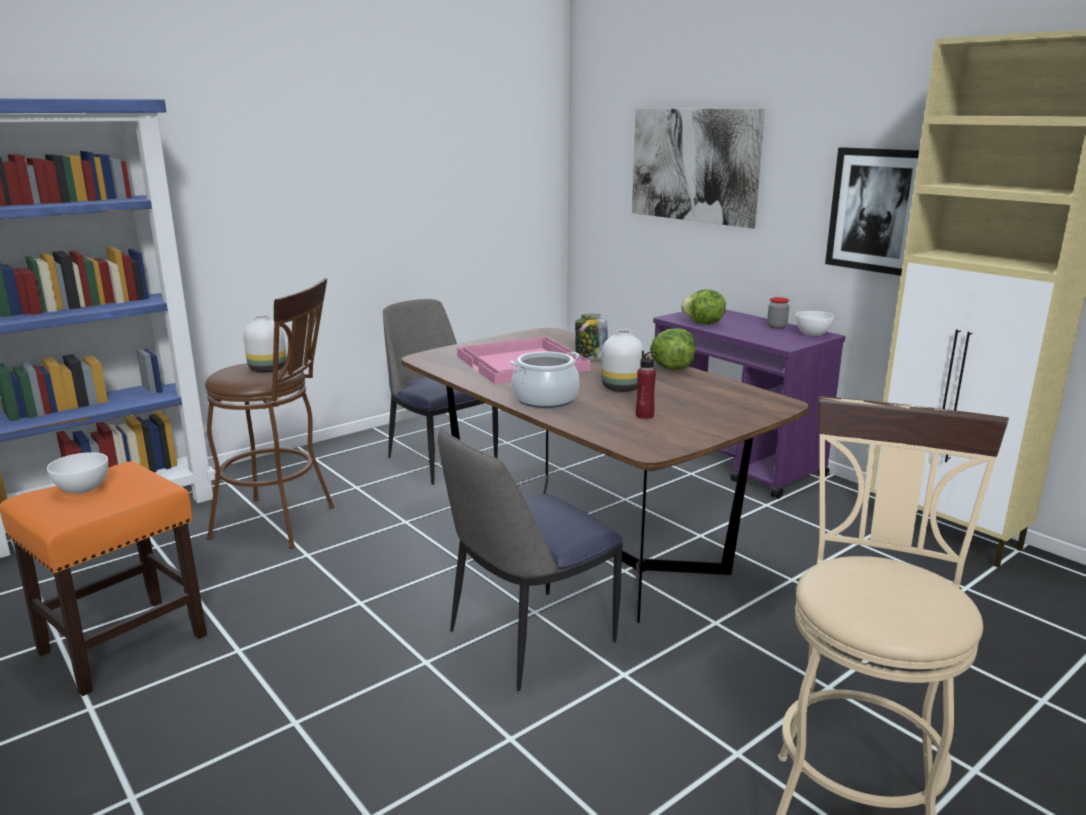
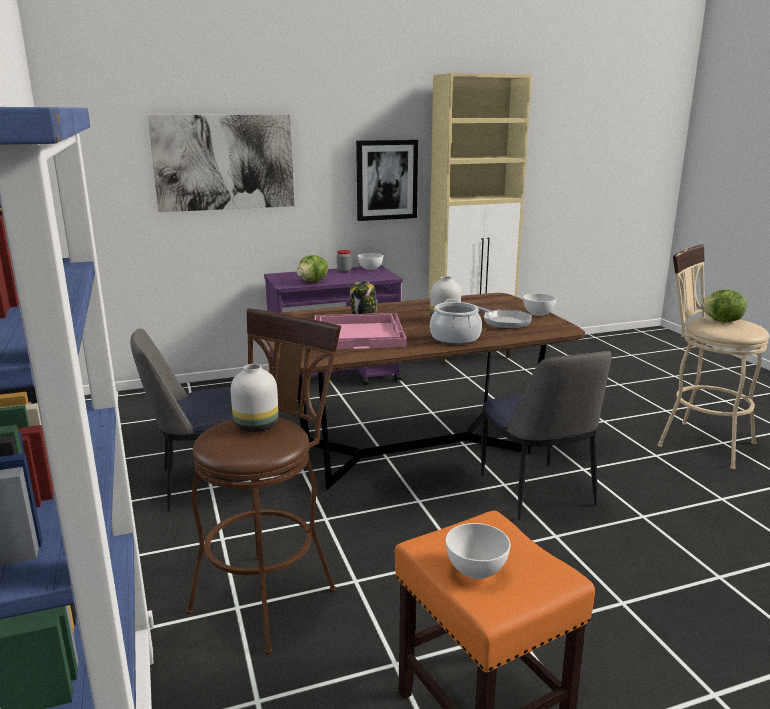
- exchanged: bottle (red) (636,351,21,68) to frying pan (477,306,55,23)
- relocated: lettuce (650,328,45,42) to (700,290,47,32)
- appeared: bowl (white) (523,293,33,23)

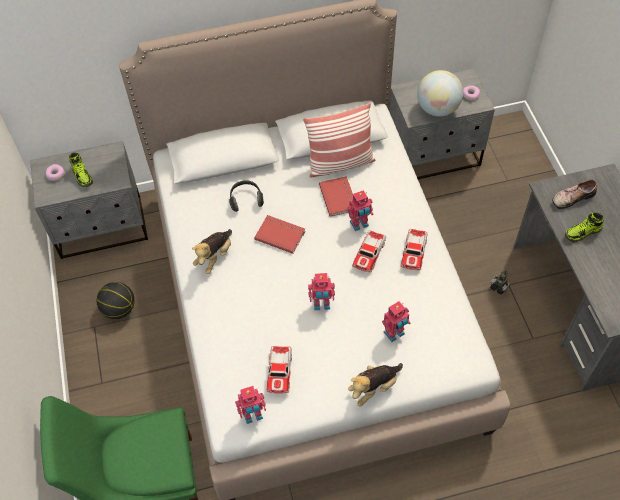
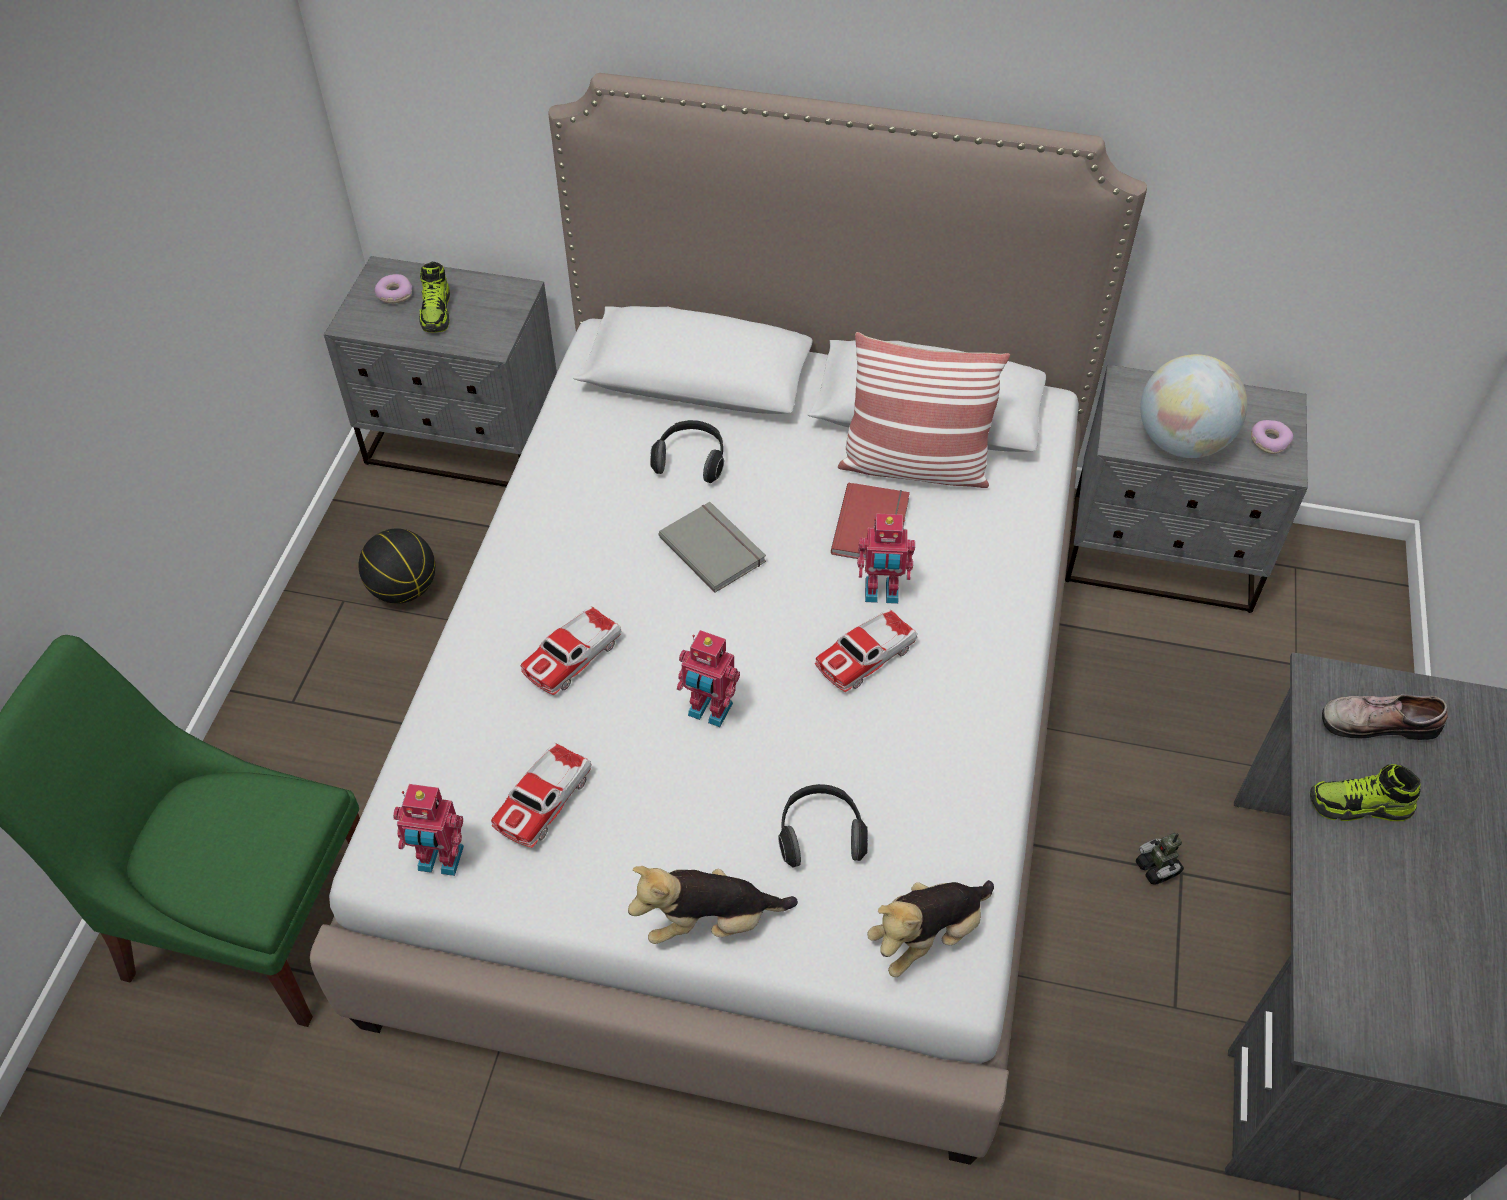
- relocated: plush toy (192,229,40,45) to (867,880,127,97)
- colour: book (red) (254,215,51,39) to book (grey) (658,502,108,91)
- exchanged: toy robot (382,301,28,41) to headphones (778,784,90,83)
- relocated: toy car (401,229,27,41) to (520,606,102,89)

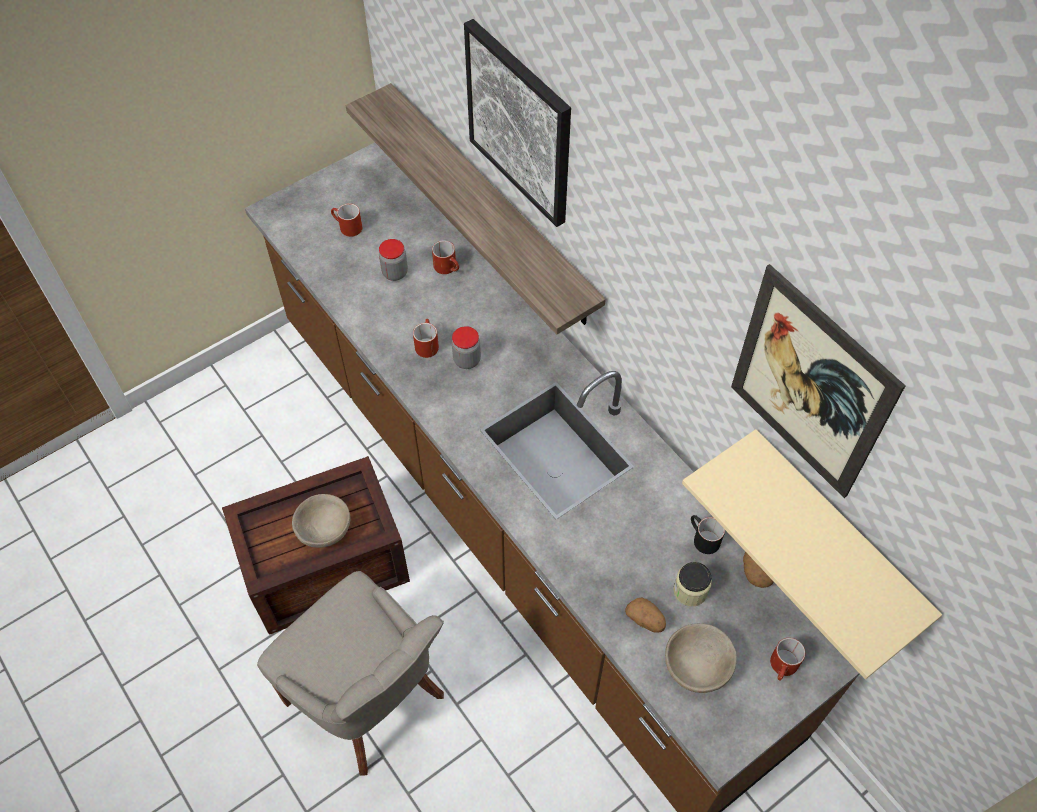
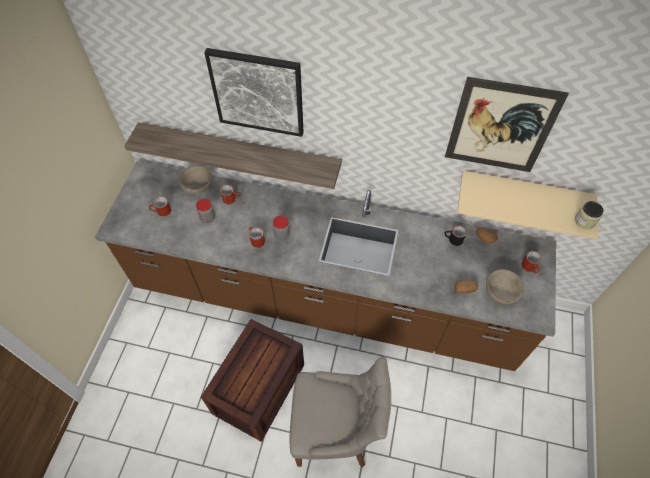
- relocated: bowl (beige) (292,494,58,54) to (179,165,33,29)
- relocated: jar (673,562,39,44) to (575,201,28,29)

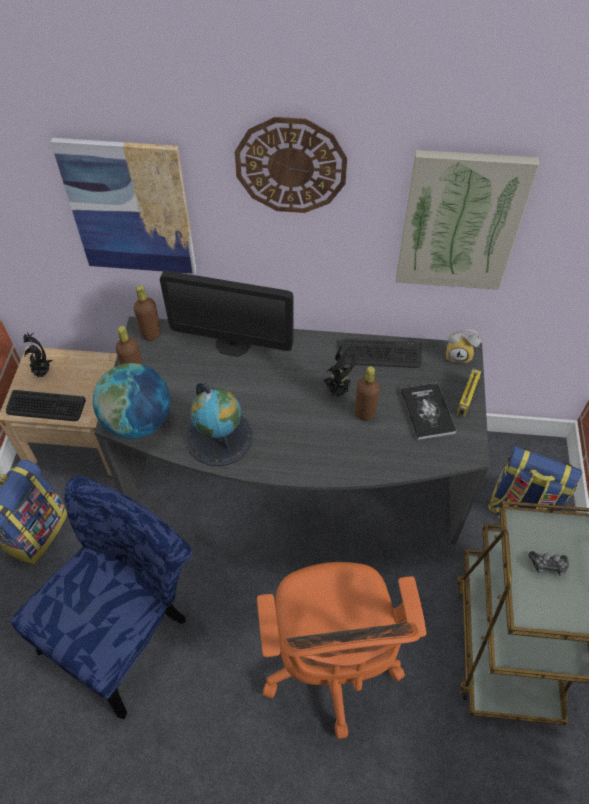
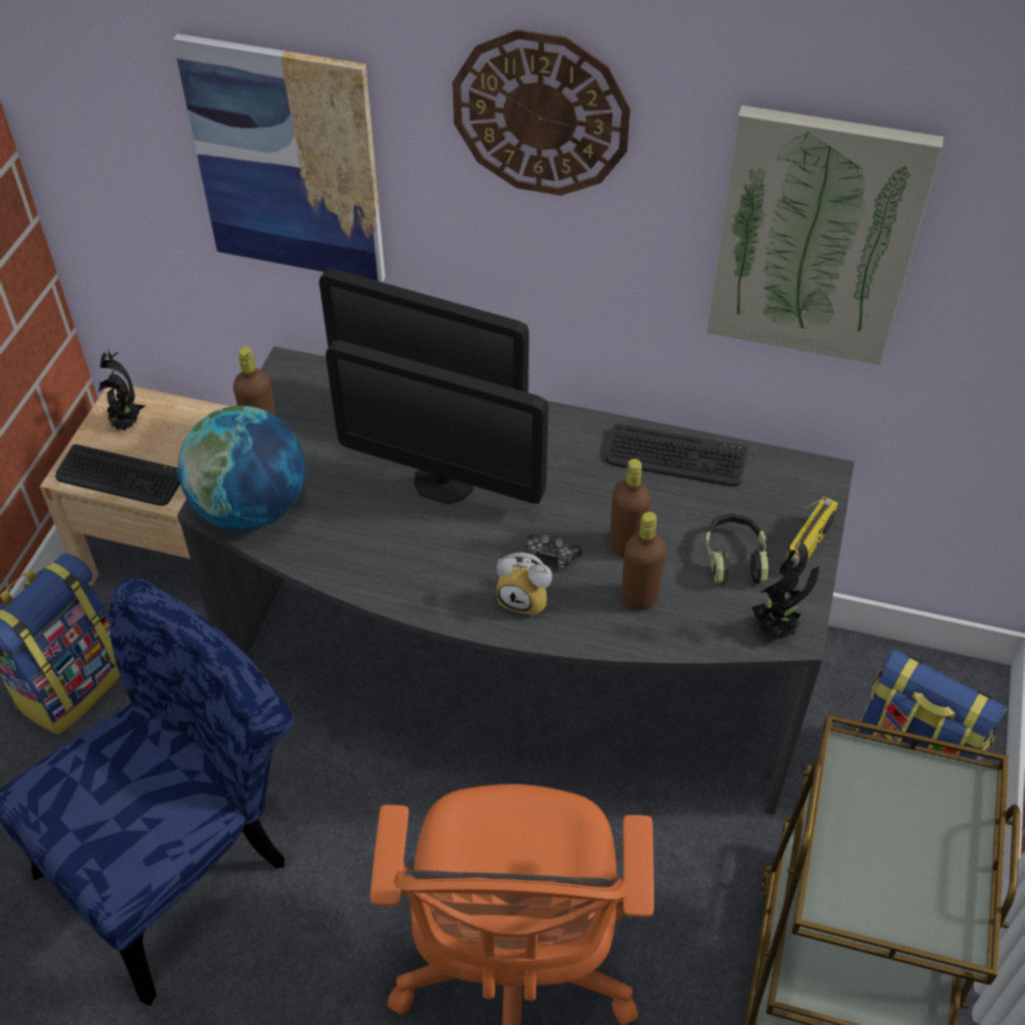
- relocated: bottle (brown) (134,285,27,56) to (621,512,45,98)
- missing: globe (186,381,67,85)
- relocated: potted plant (324,340,32,57) to (751,540,68,101)
- exchanged: book (401,383,56,57) to headphones (705,514,63,71)
- relocated: alarm clock (446,329,35,35) to (497,552,55,64)
- relocated: game controller (528,551,41,25) to (526,534,56,36)
- appeared: monitor (326,340,223,164)

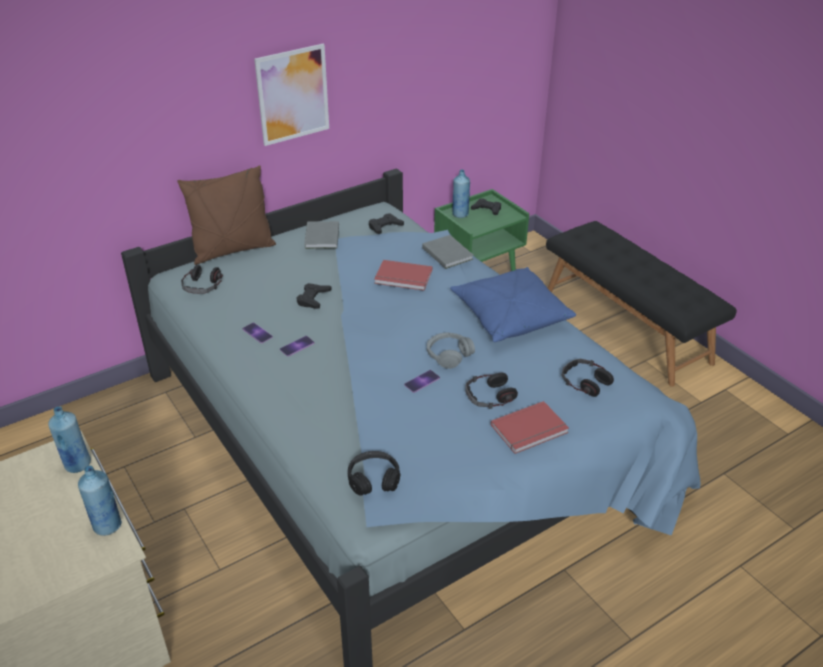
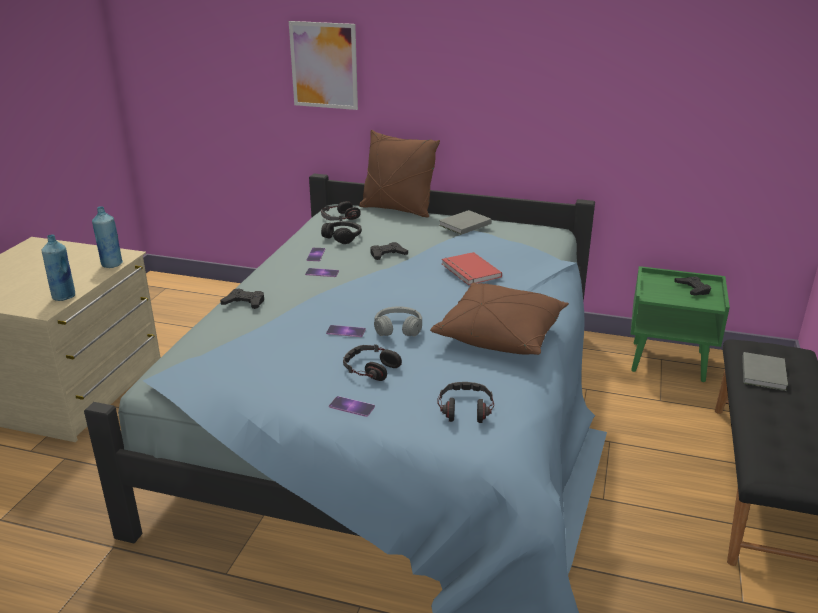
- relocated: picture (254,44,75,102) to (289,21,69,89)
- relocated: headphones (black) (348,451,52,45) to (321,221,41,23)
- relocated: game controller (black) (369,213,35,21) to (220,289,44,20)
- relocated: book (grey) (422,235,51,34) to (742,352,46,39)
- colour: pillow (blue) (450,267,126,75) to pillow (brown) (430,282,139,73)
- missing: bottle (blue) (452,169,18,49)
- exchanged: book (red) (491,401,78,53) to phone (329,396,46,21)

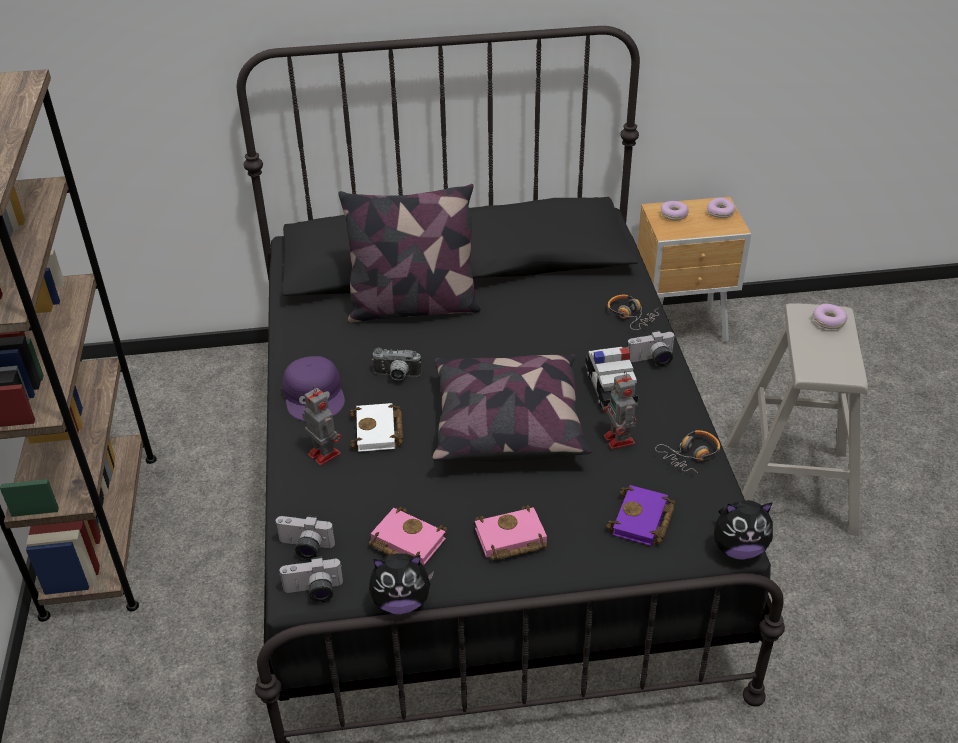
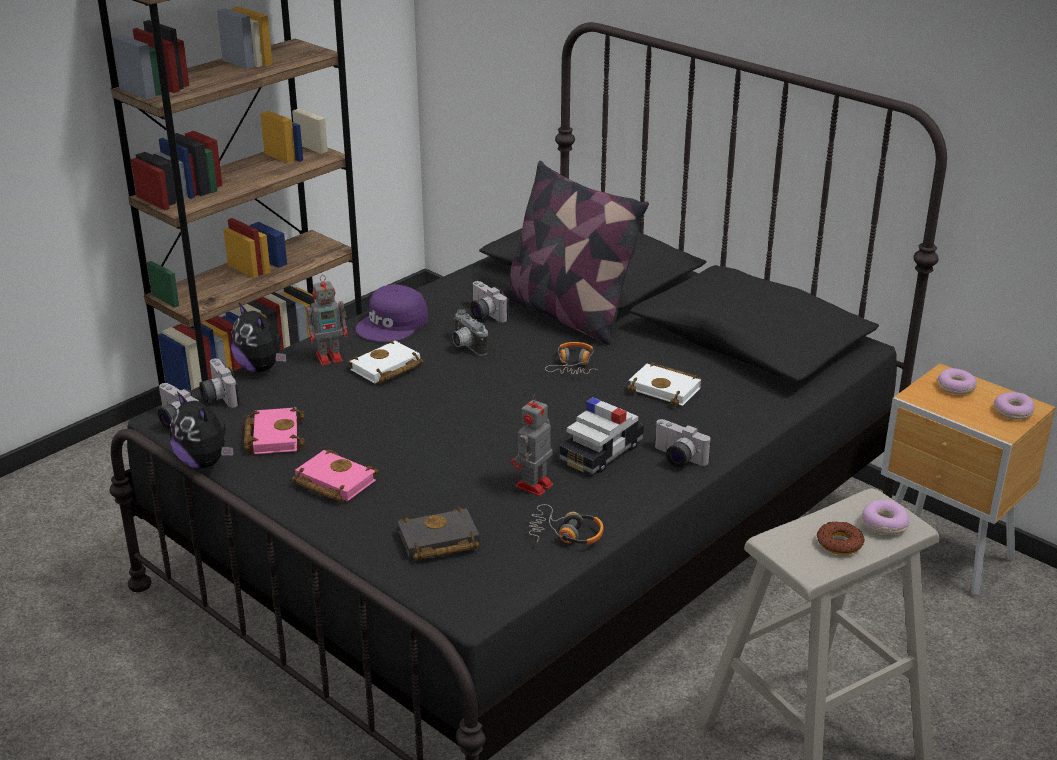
- spun: toy robot (302,386,39,80) = (306,275,42,91) 60 degrees clockwise
- missing: pillow (432,354,160,108)
- colour: book (purple) (606,485,69,61) to book (black) (398,507,82,54)
- relocated: headphones (607,295,52,35) to (545,342,54,32)
- relocated: plush toy (714,500,59,60) to (231,303,55,70)
- appeared: photo camera (471,281,37,42)
- appeared: book (white) (627,362,74,44)
- appeared: donut (817,522,48,33)

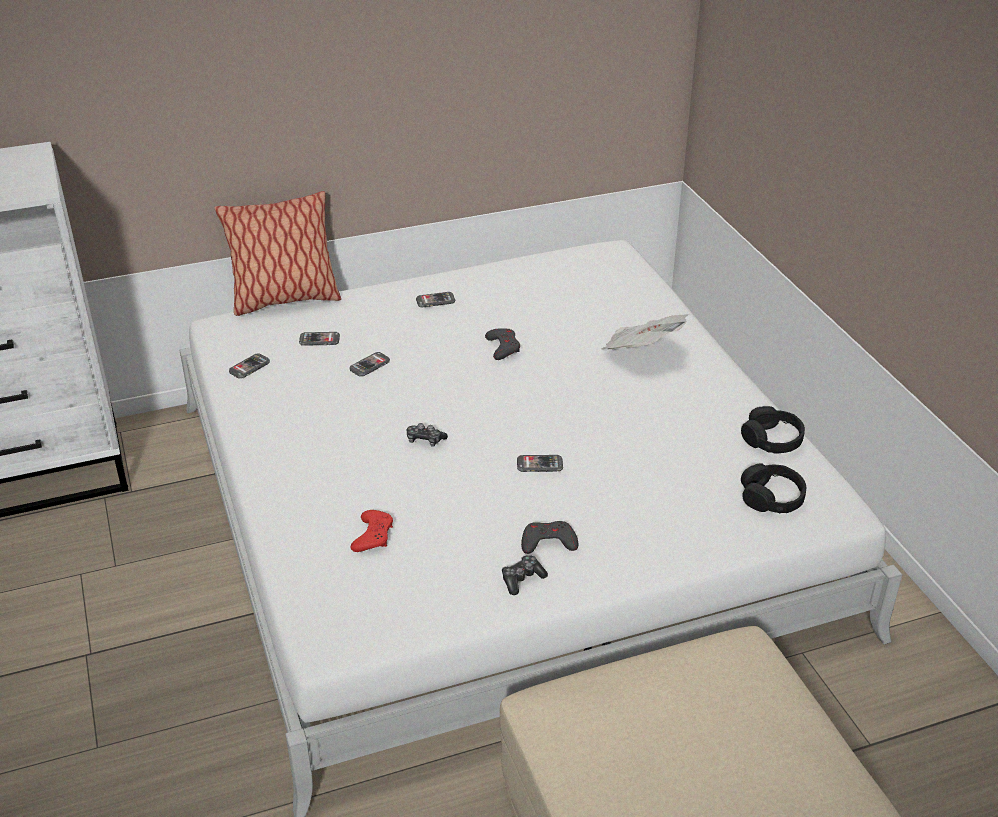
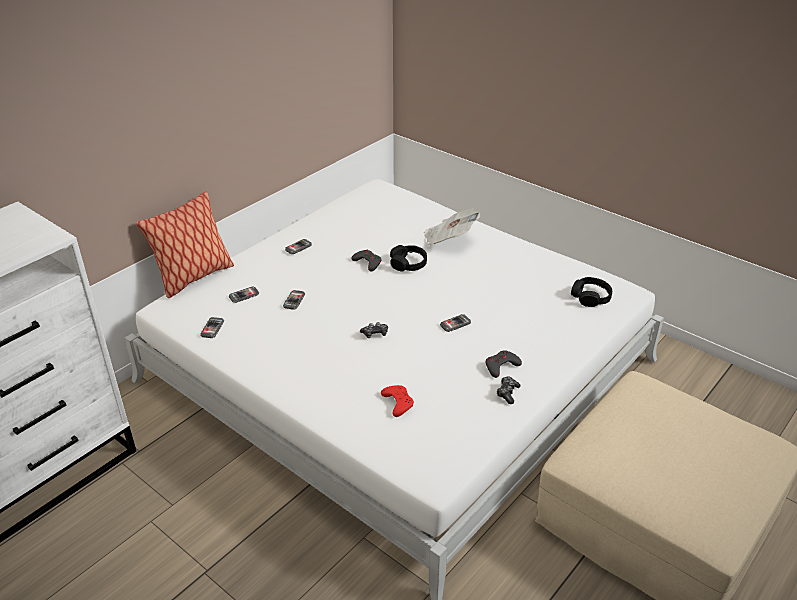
- relocated: headphones (black) (741,406,64,47) to (390,245,37,27)

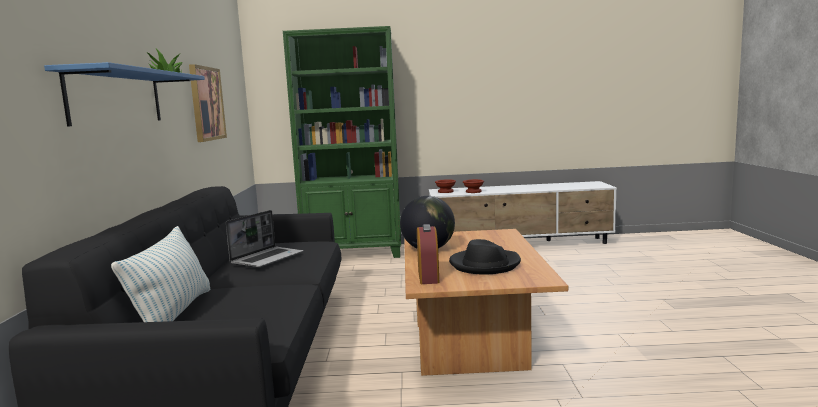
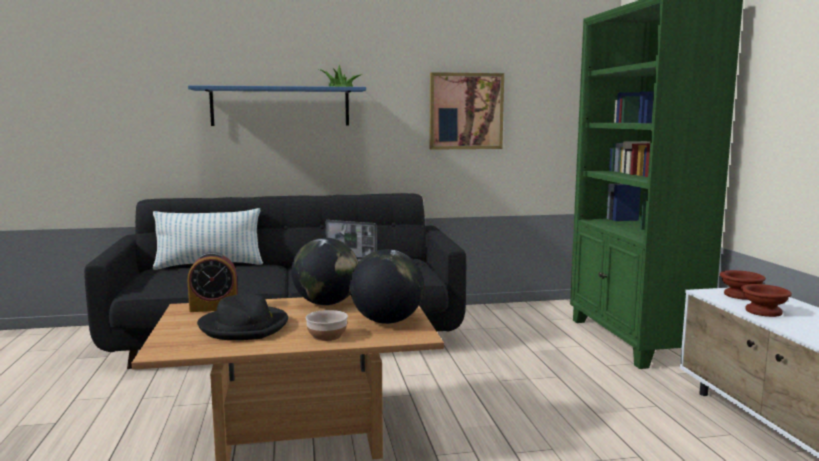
- appeared: bowl (306,310,42,31)
- appeared: globe (350,249,74,75)

